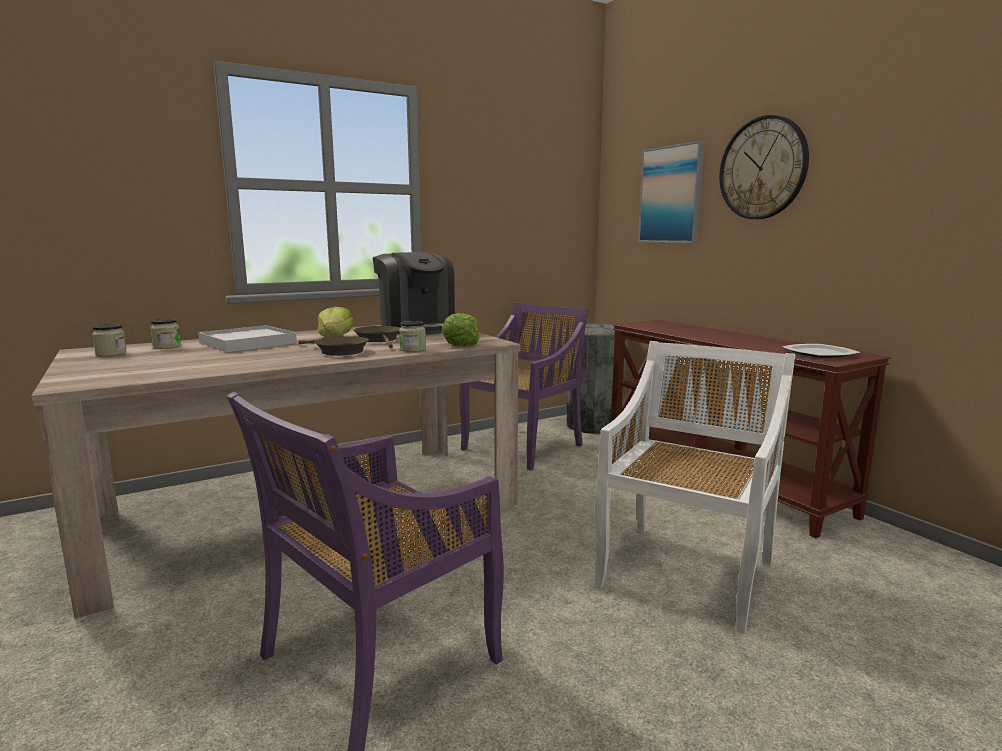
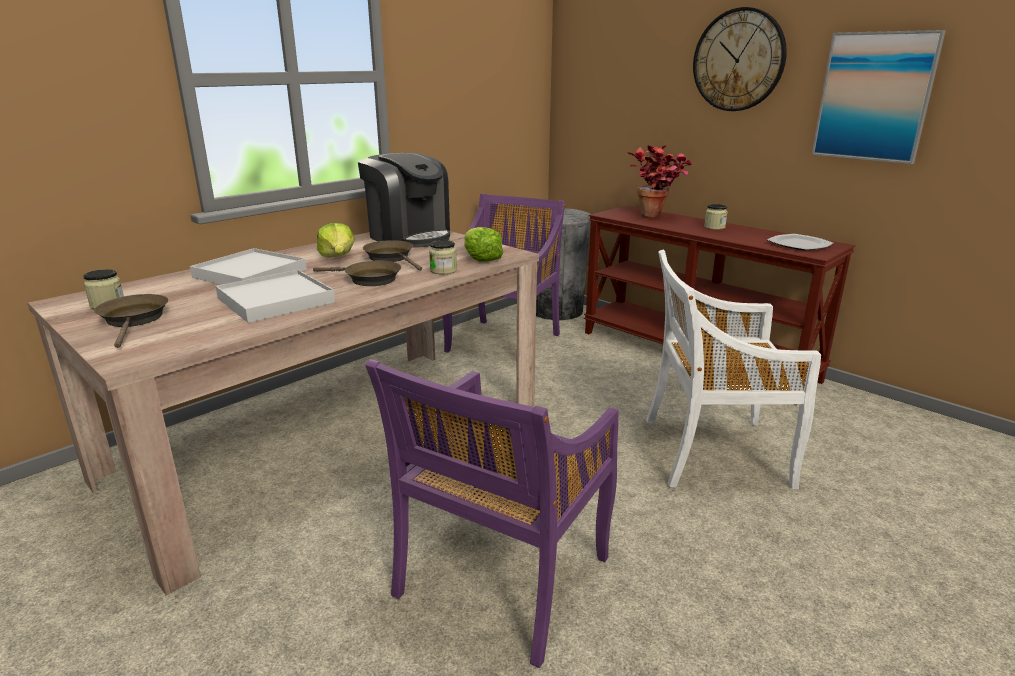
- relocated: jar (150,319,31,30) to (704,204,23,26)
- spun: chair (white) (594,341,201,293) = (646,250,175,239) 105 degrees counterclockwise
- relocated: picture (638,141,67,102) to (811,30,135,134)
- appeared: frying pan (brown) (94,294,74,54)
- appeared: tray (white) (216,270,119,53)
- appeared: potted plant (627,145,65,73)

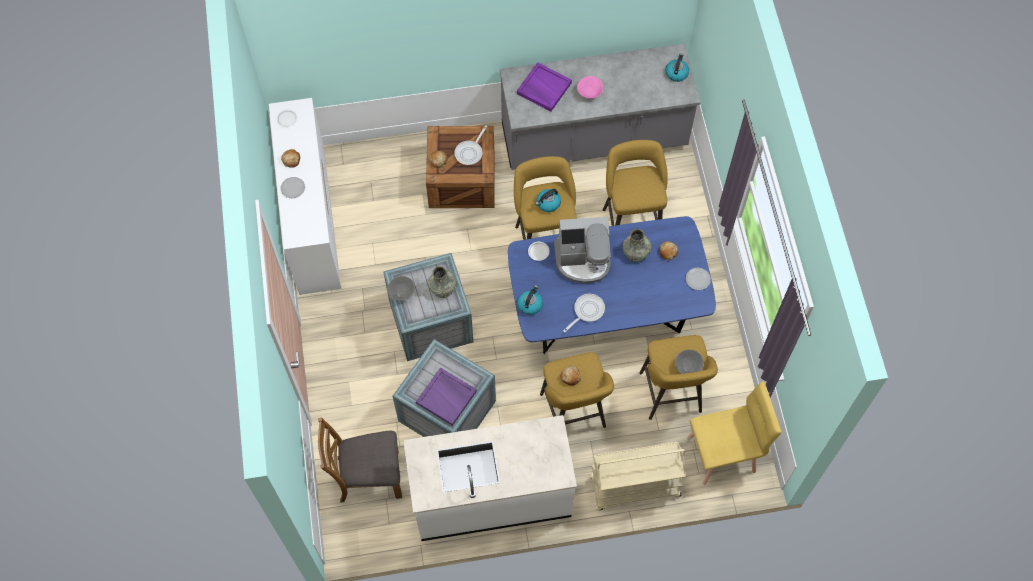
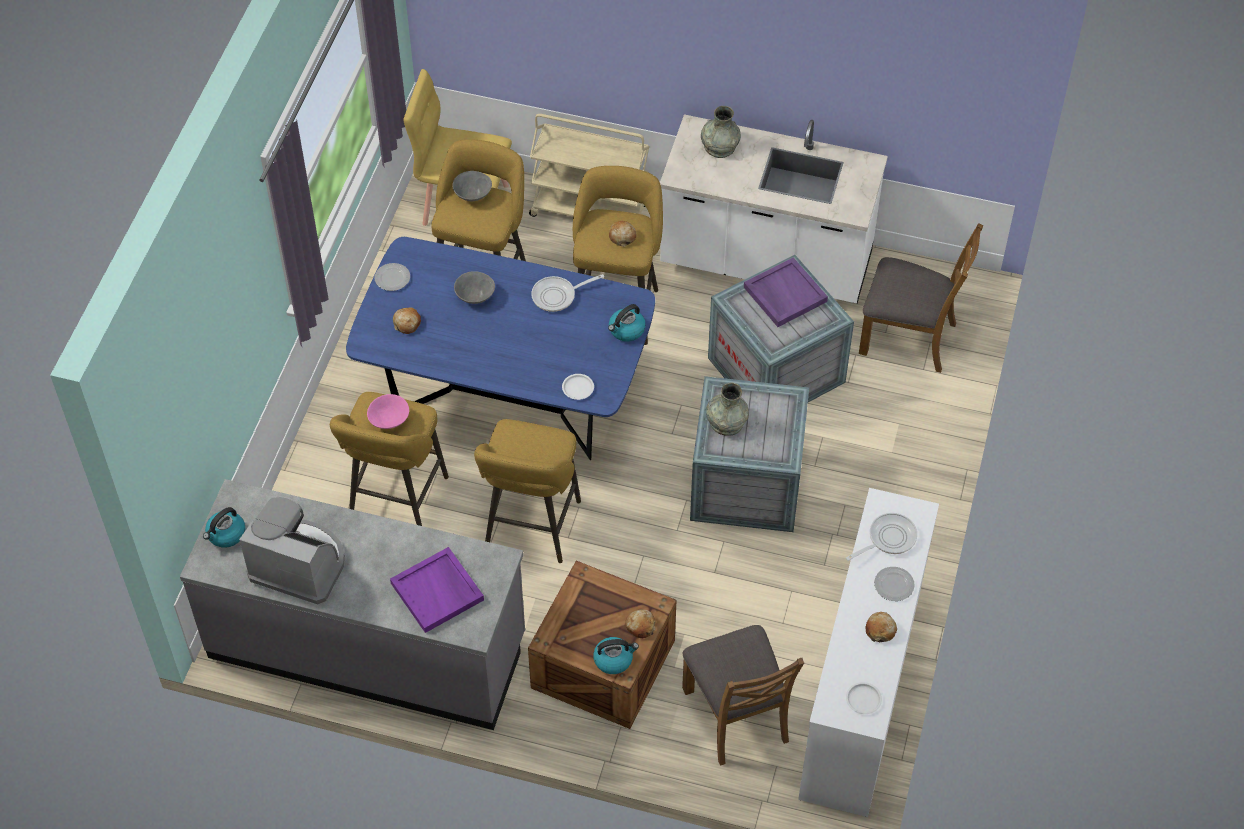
- relocated: bowl (grey) (387,276,28,25) to (454,271,41,33)
- relocated: frying pan (455,125,33,40) to (846,513,71,48)
- relocated: kettle (535,189,26,23) to (593,637,46,37)
- relocated: coffee machine (554,217,57,66) to (239,496,106,108)
- relocated: bowl (pink) (577,76,26,23) to (367,394,42,35)
- relocated: vase (grey) (623,229,28,33) to (701,106,40,52)
- appeared: chair (brown) (682,625,122,141)

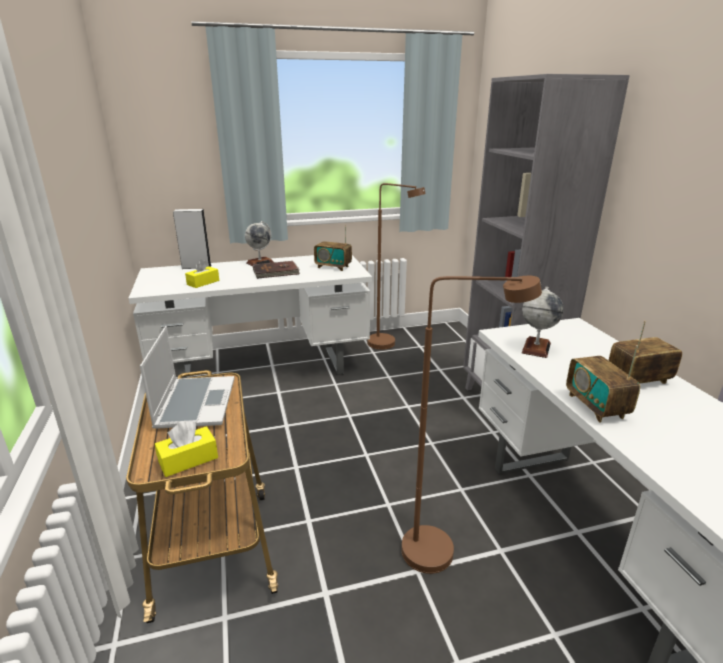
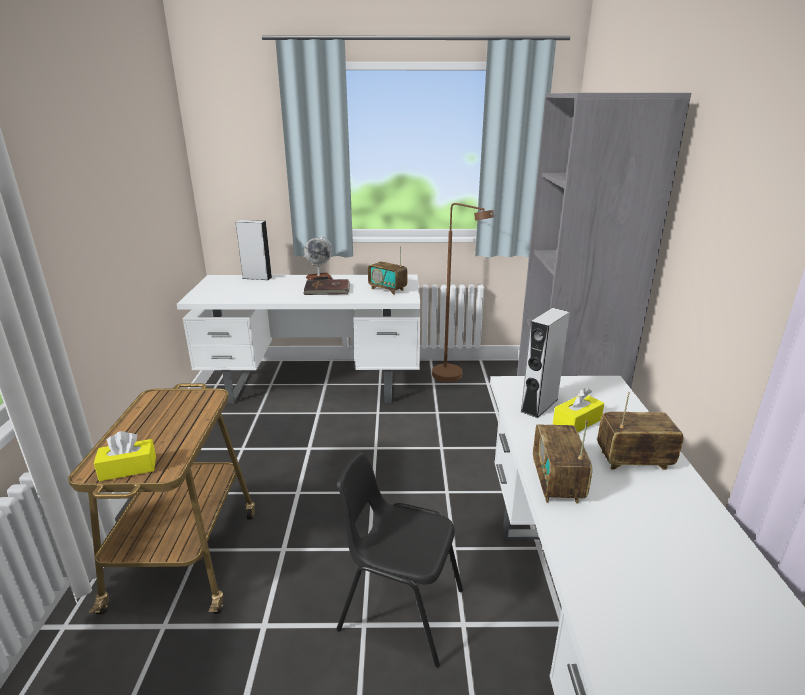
- missing: laptop (140,326,95,103)
- relocated: tissue box (yellow) (185,260,34,28) to (553,388,51,44)
- exchanged: floor lamp (brown) (401,276,141,298) to chair (black) (336,452,127,216)
- exchanged: globe (522,287,42,71) to speaker (grey) (520,308,50,110)

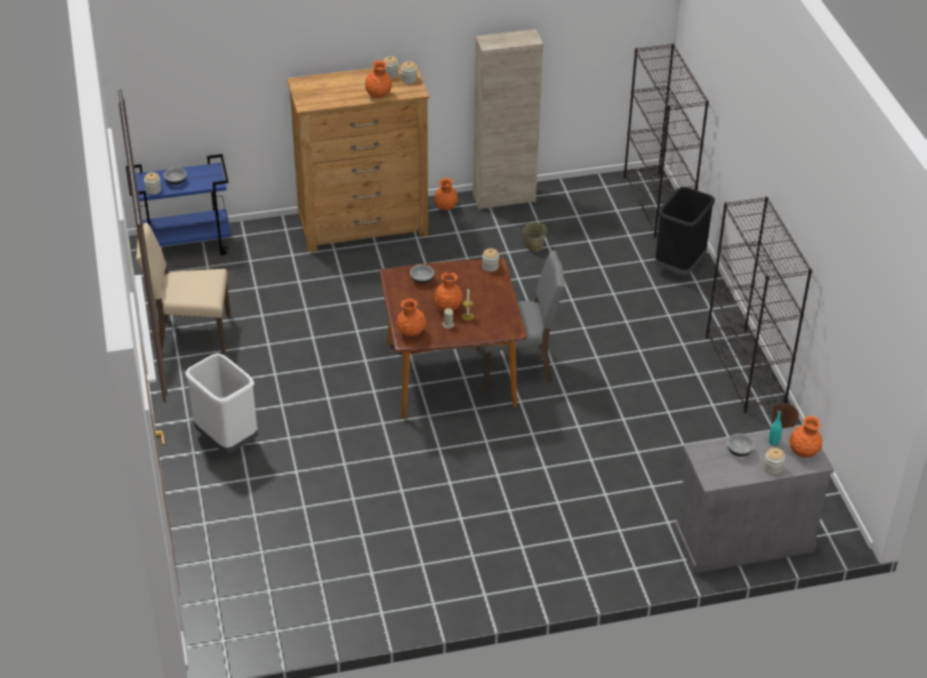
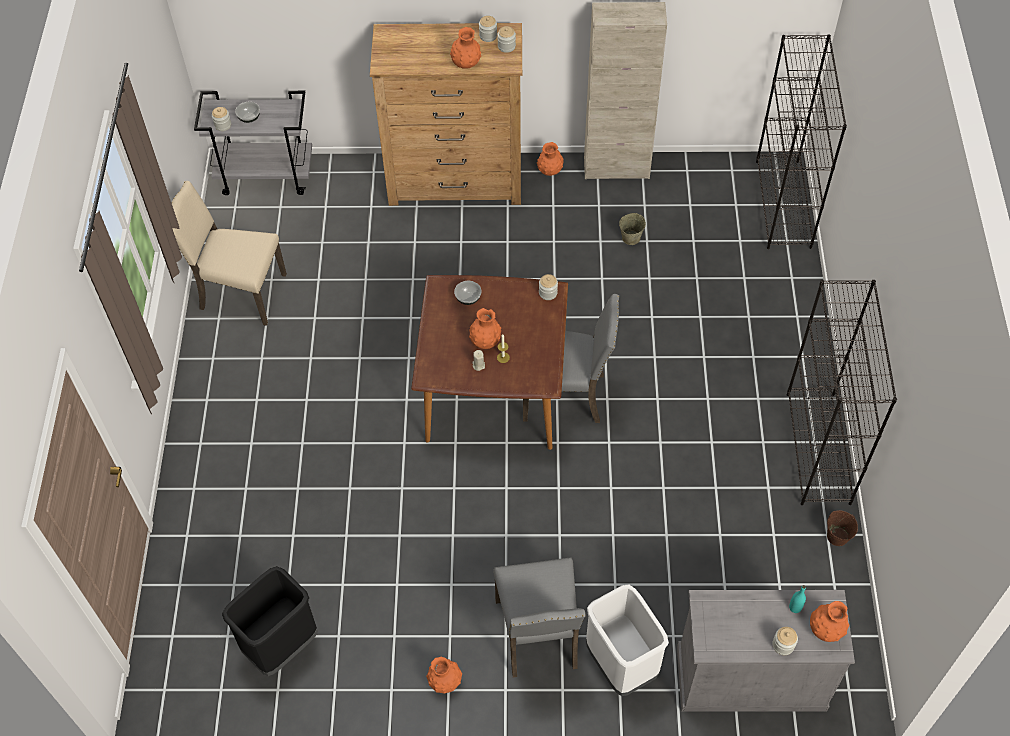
- colour: cart (blue) (126,154,105,101) to cart (grey) (194,91,118,104)
- relocated: trash can (white) (185,353,73,100) to (586,585,83,111)
- relocated: vase (orange) (396,299,30,37) to (426,657,36,37)
- relocated: trash can (black) (655,187,60,88) to (222,566,96,110)
- missing: bowl (727,433,28,24)
- appeared: chair (grey) (493,557,93,120)

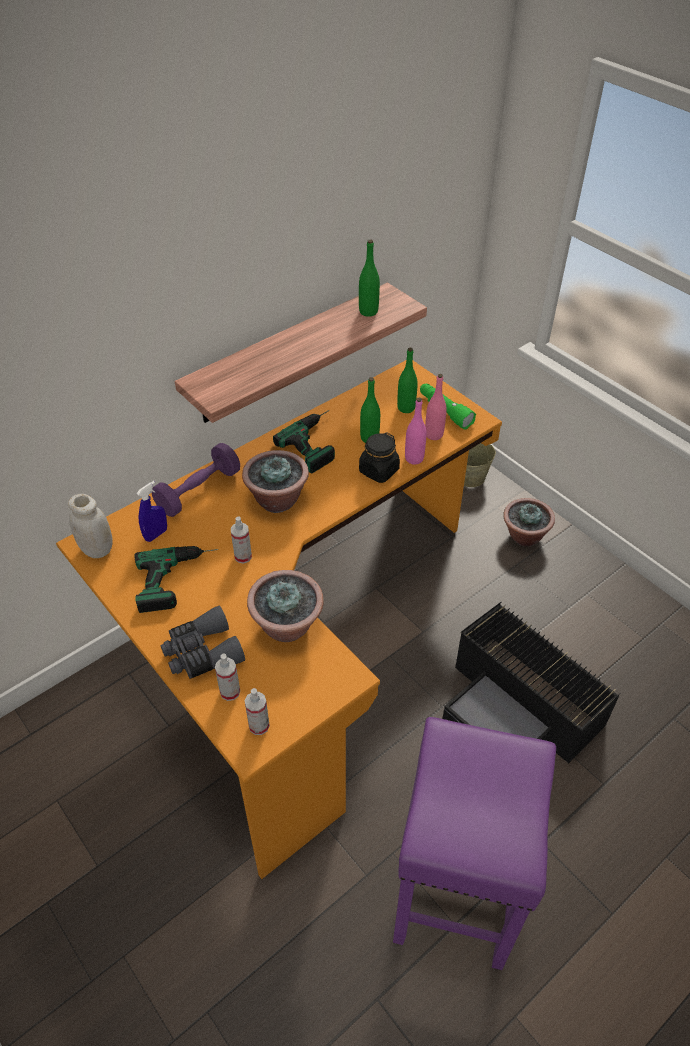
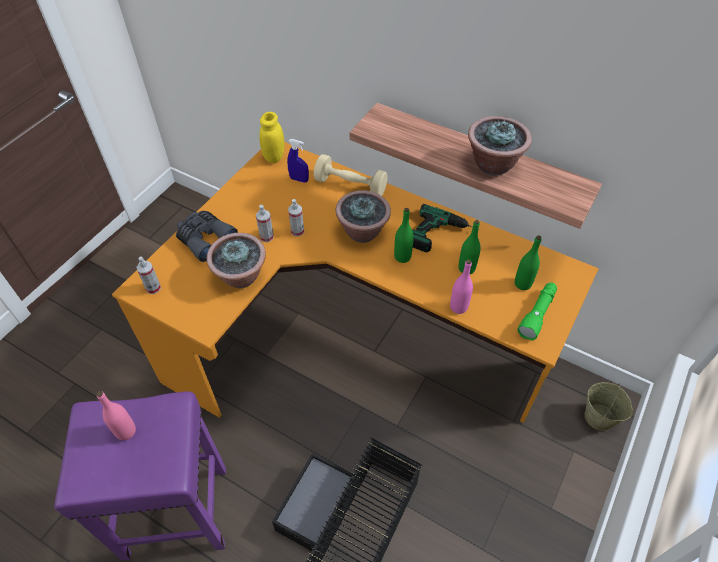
- colour: jar (white) (68,494,45,64) to jar (yellow) (259,112,25,51)
- missing: power drill (134,546,84,67)
- colour: dumbbell (purple) (152,443,88,74) to dumbbell (beige) (314,154,74,42)
- relocated: spray bottle (215,654,25,47) to (256,205,18,37)
- relocated: bottle (green) (359,239,21,78) to (394,208,20,55)
- missing: jar (black) (359,432,41,51)
- relocated: bottle (pink) (425,374,22,66) to (96,391,40,49)
- relocated: potted plant (503,498,52,49) to (468,116,64,60)

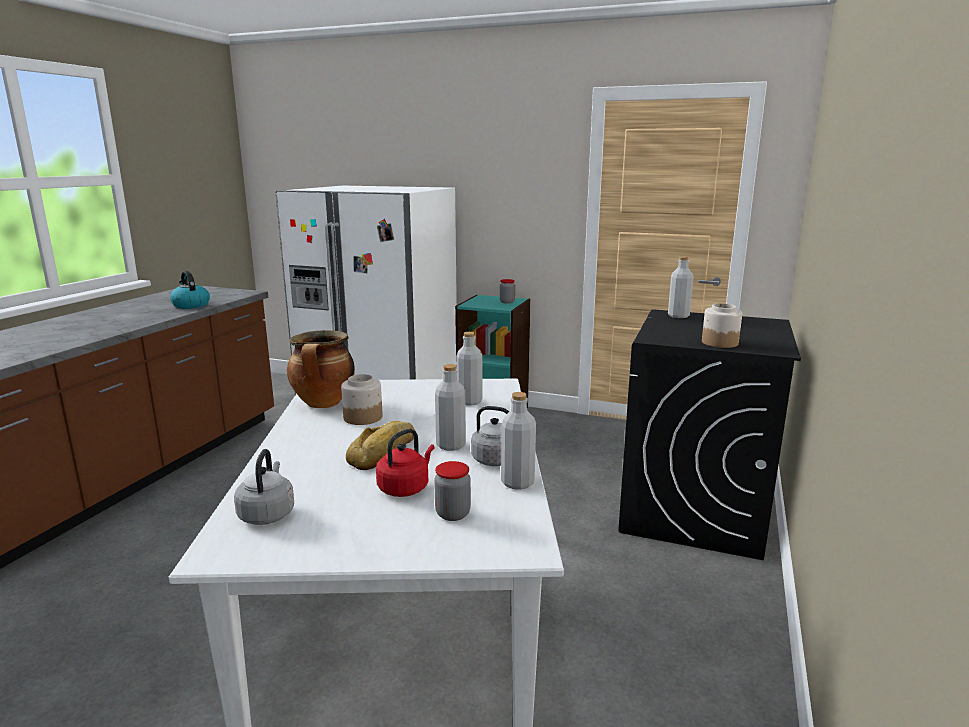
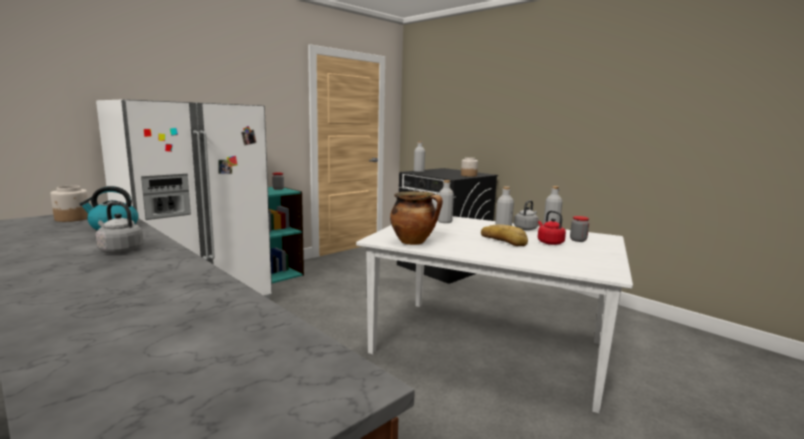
- relocated: kettle (grey) (234,449,60,76) to (95,202,49,52)
- relocated: jar (341,374,42,51) to (50,186,38,36)

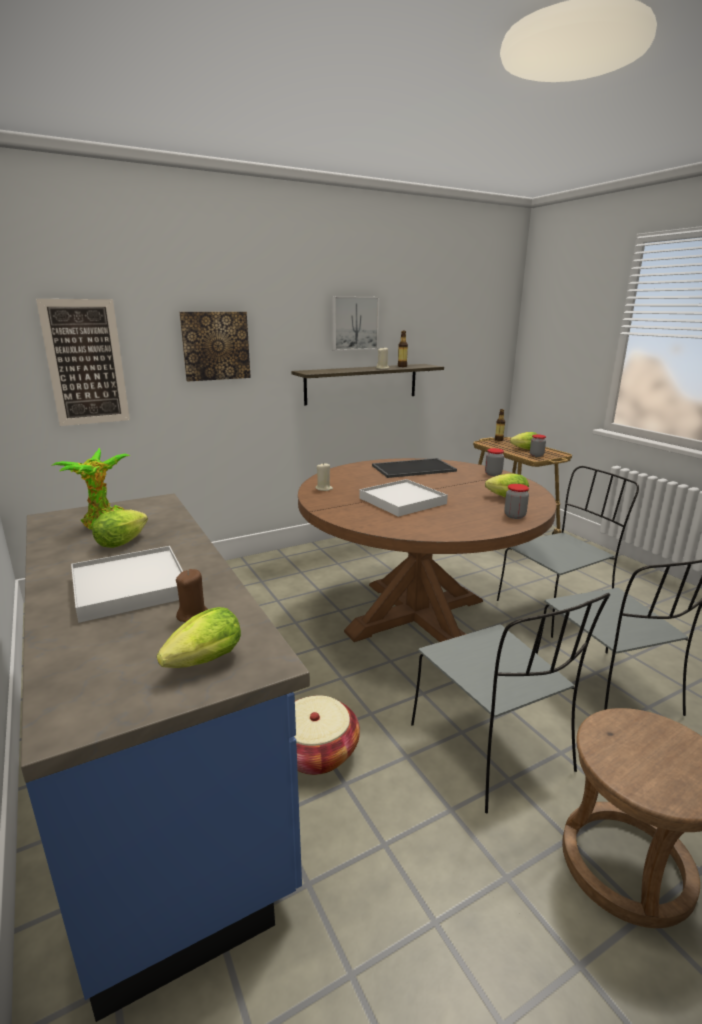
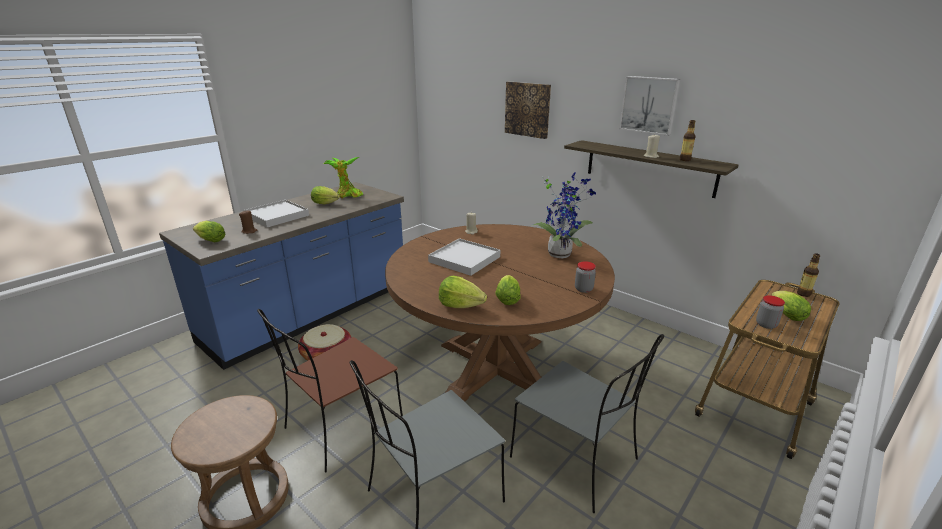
- missing: picture (36,299,94,127)
- exchanged: tray (372,458,85,20) to potted plant (531,172,65,86)
- colour: chair (grey) (411,593,199,220) to chair (brown) (257,309,146,163)
- exchanged: jar (504,484,25,35) to lettuce (439,276,48,32)

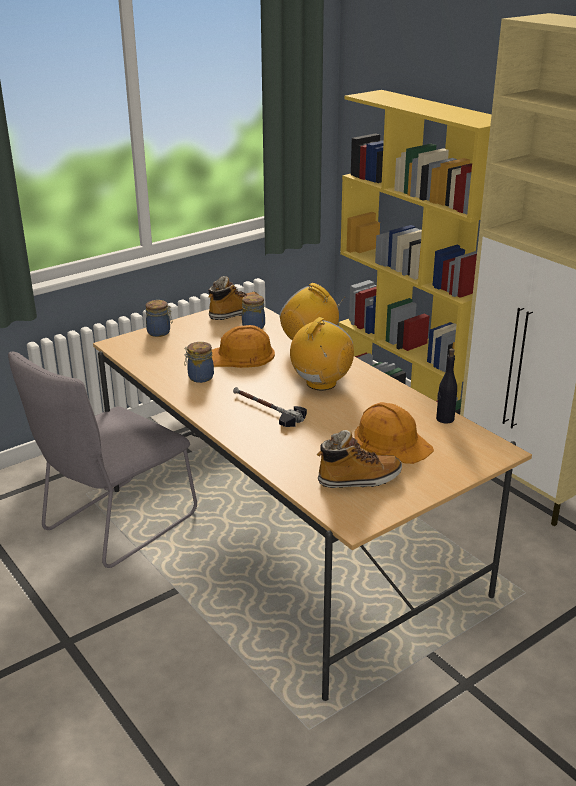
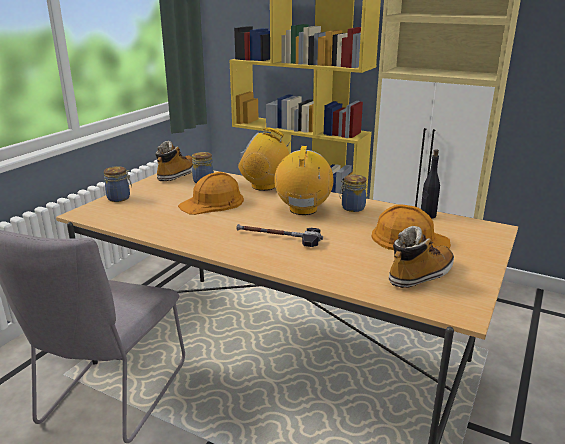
- relocated: jar (184,342,30,41) to (340,175,27,37)

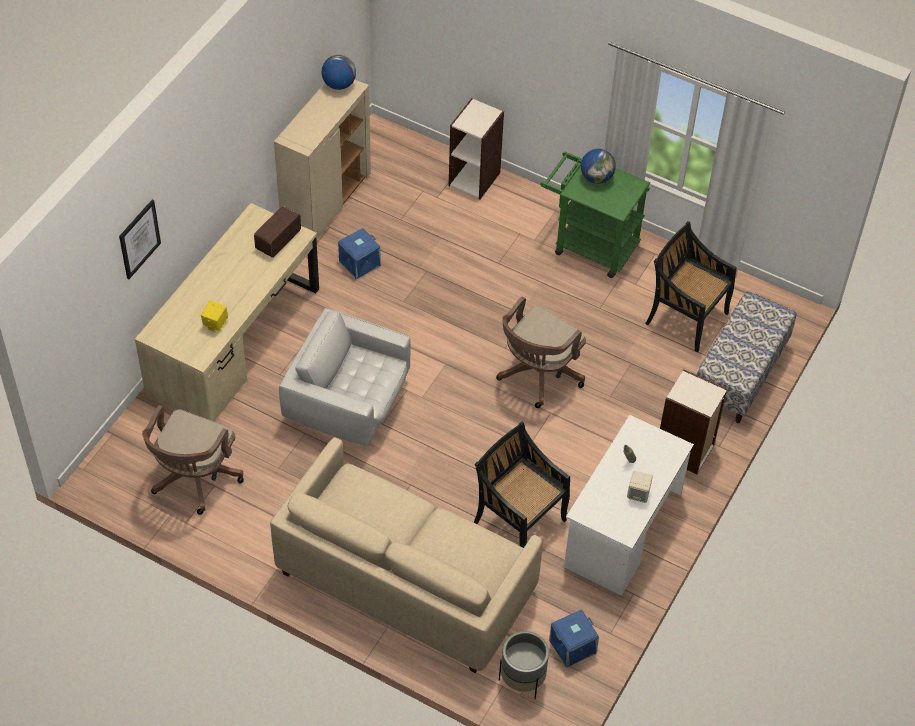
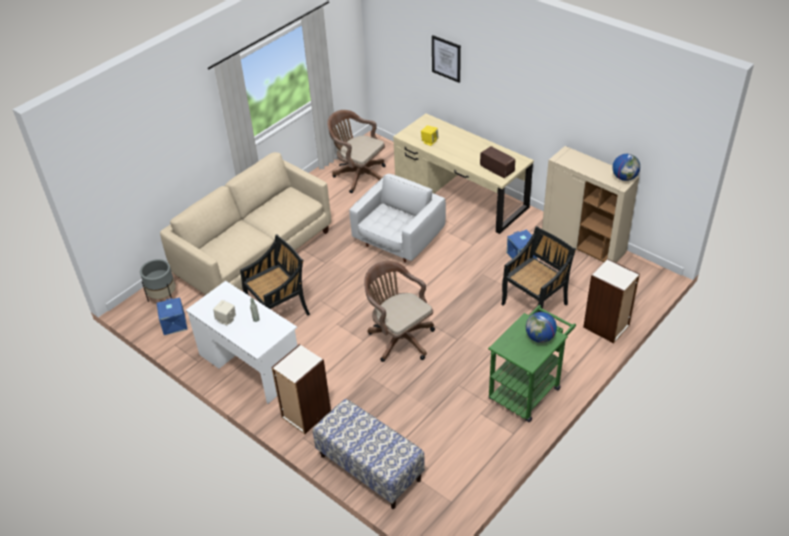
- relocated: chair (black) (645,221,92,131) to (501,226,75,86)

